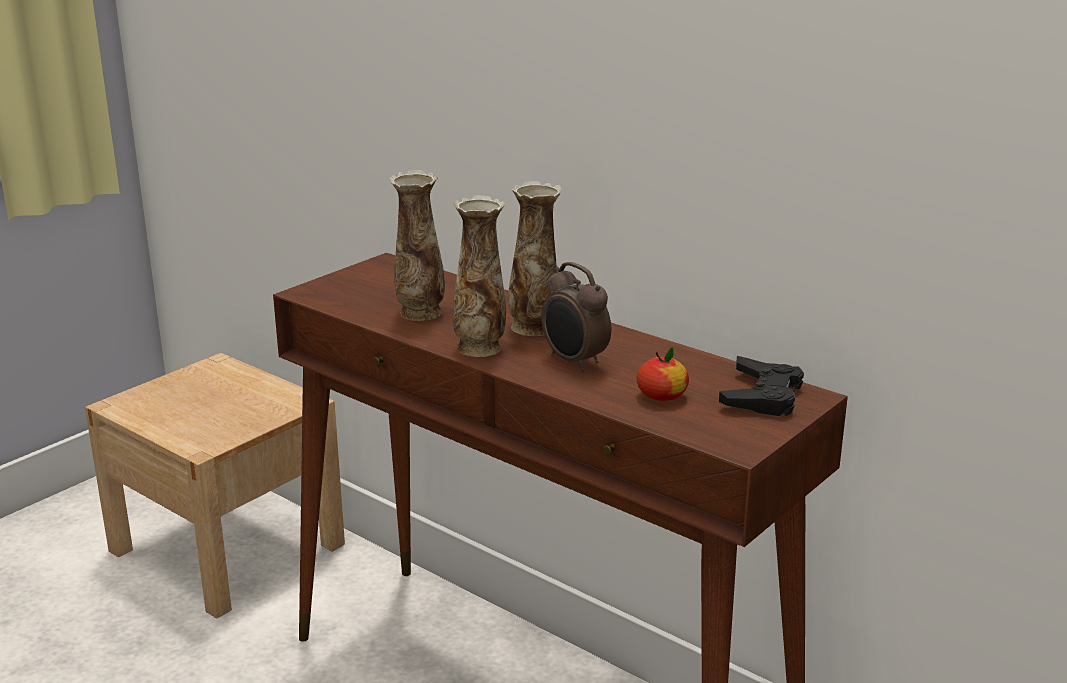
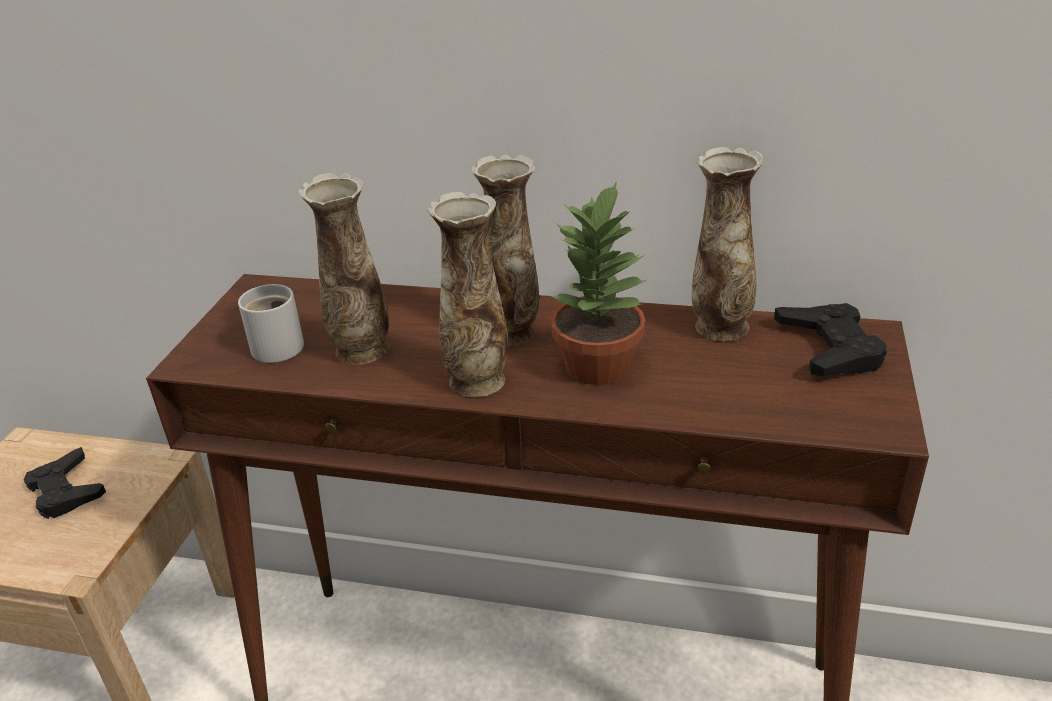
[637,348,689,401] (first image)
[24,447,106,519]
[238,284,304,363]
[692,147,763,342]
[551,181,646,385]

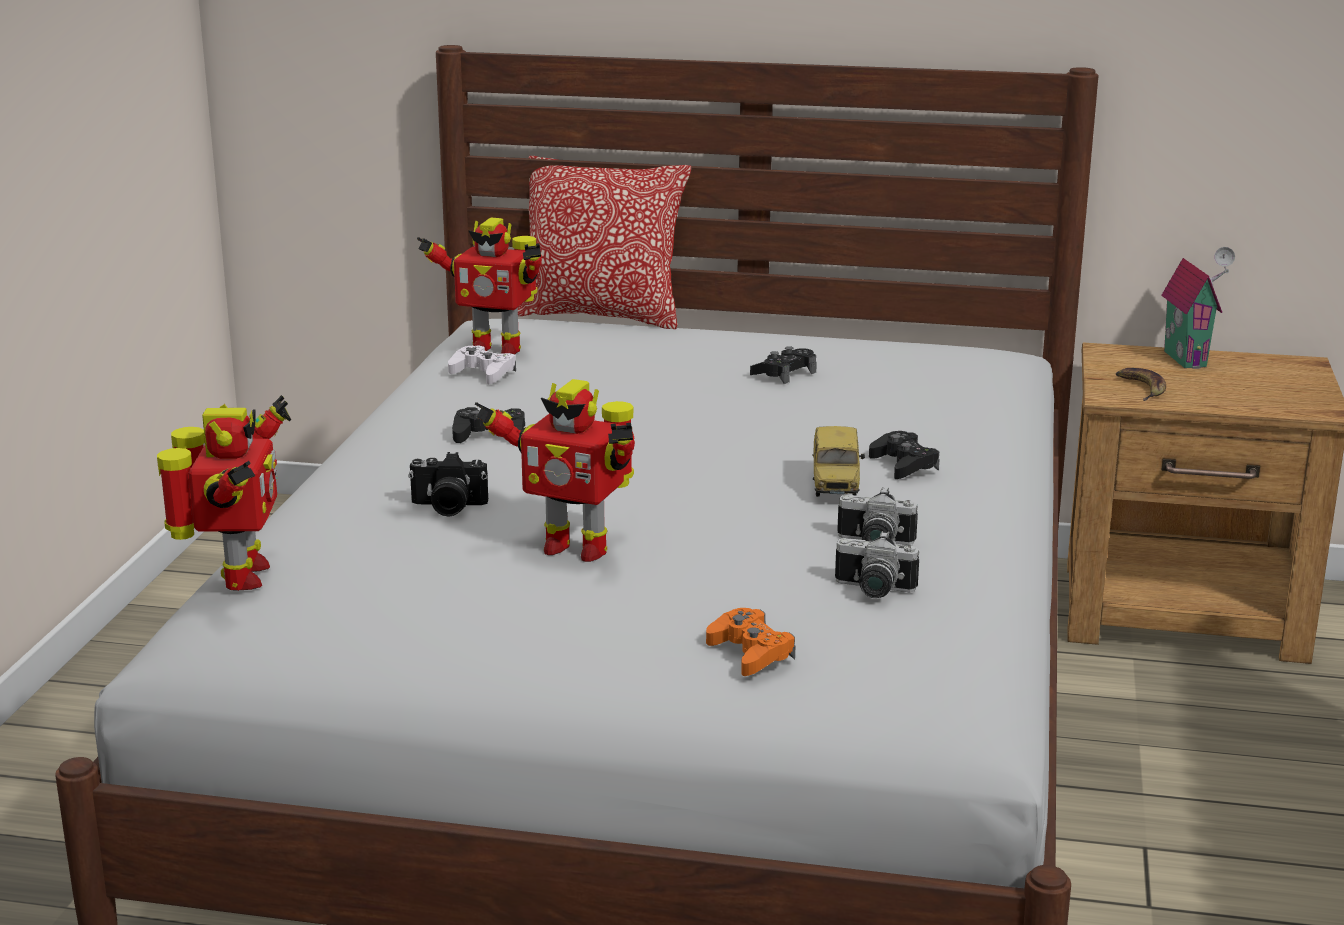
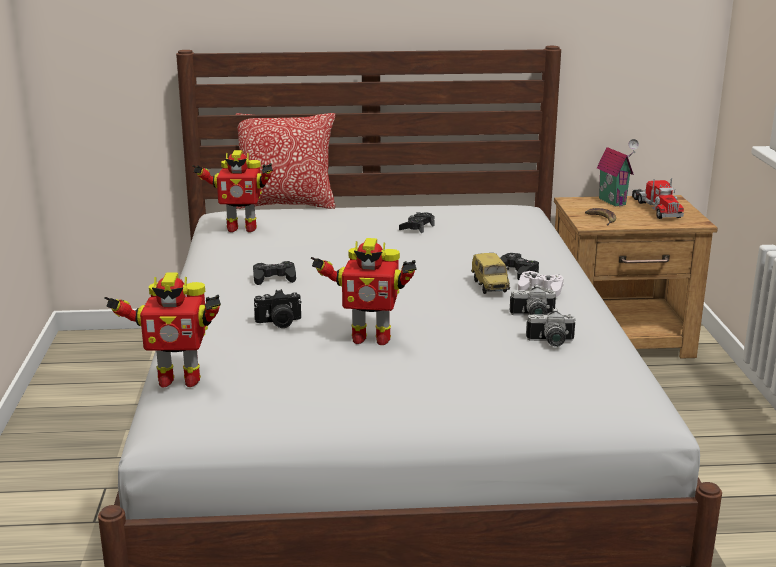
[706,608,795,676] (first image)
[632,178,684,219]
[518,271,564,297]
[104,272,221,387]

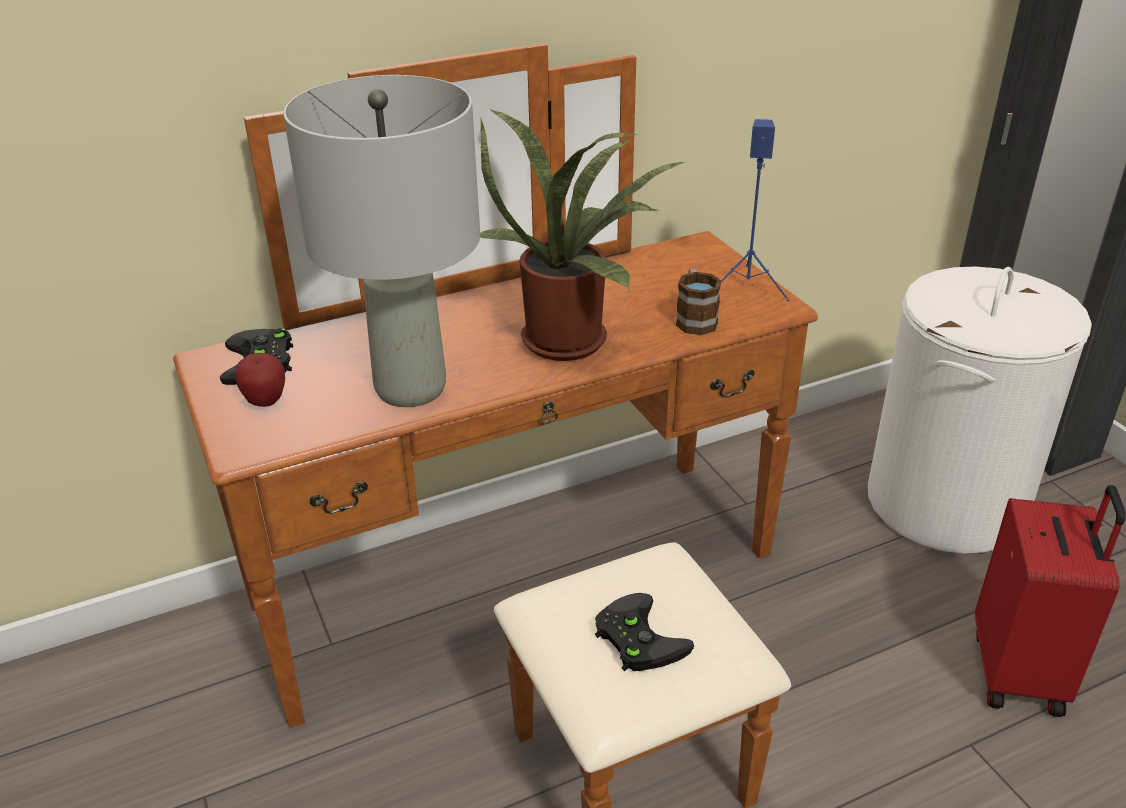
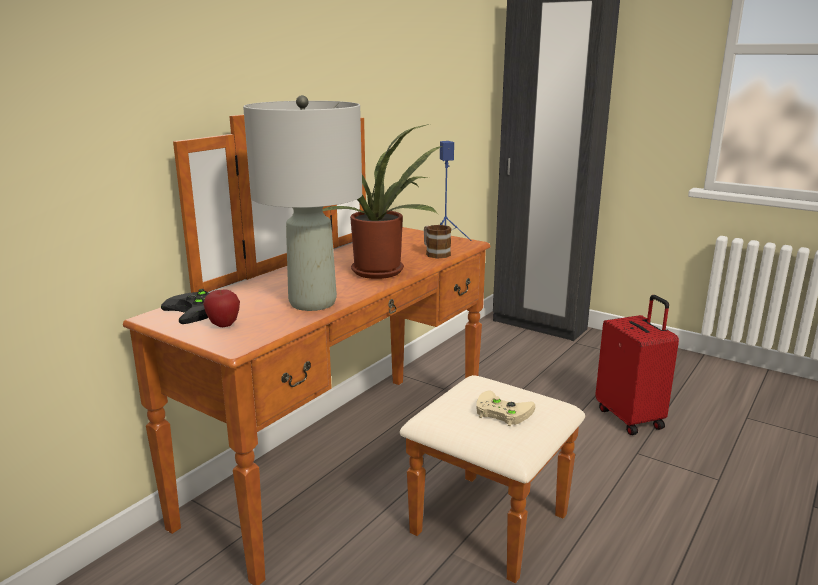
[868,266,1092,554] (first image)
[476,391,535,427]

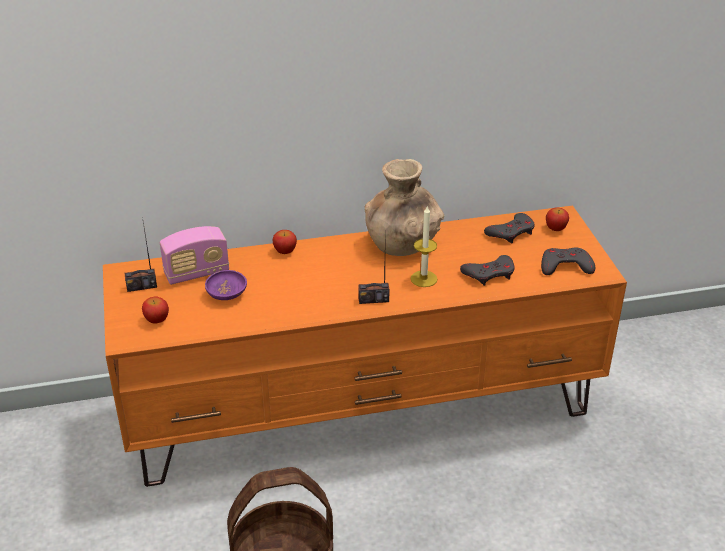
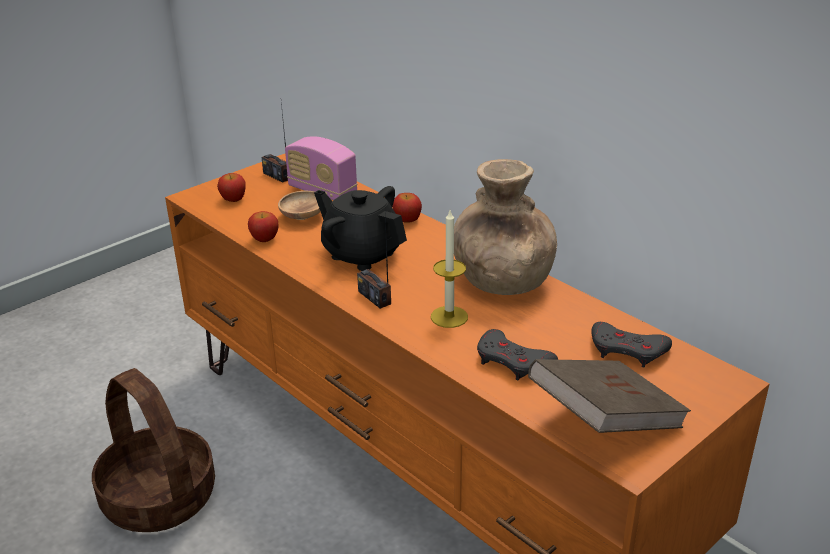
[314,186,407,271]
[248,211,279,242]
[528,359,691,433]
[278,191,321,220]

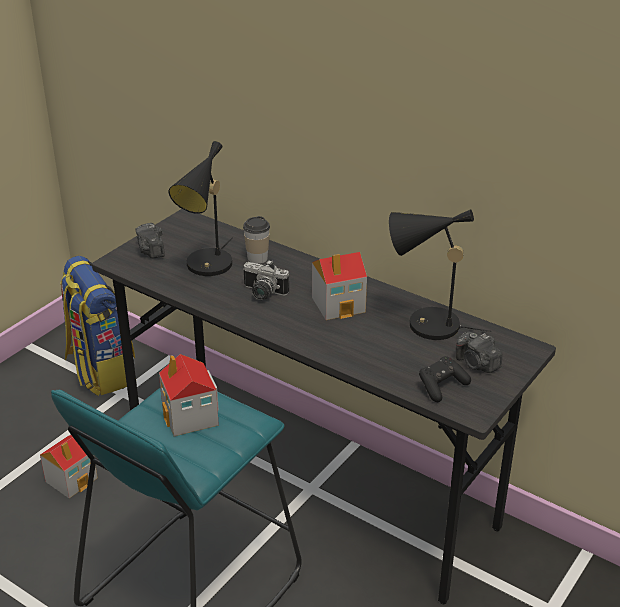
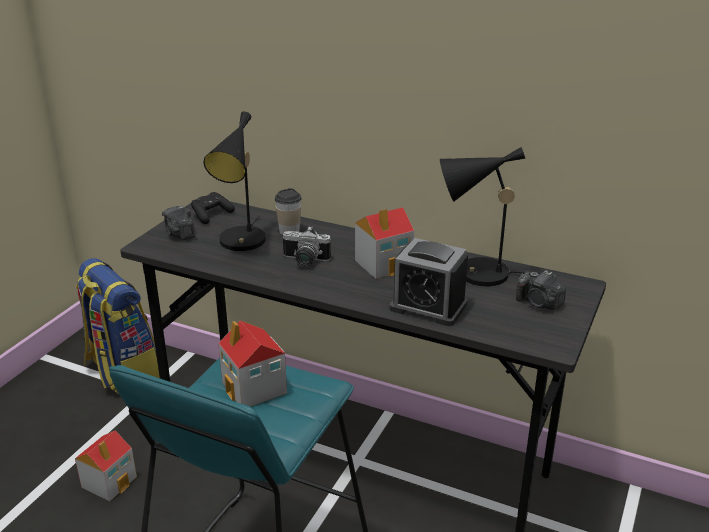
[390,238,468,326]
[191,192,235,224]

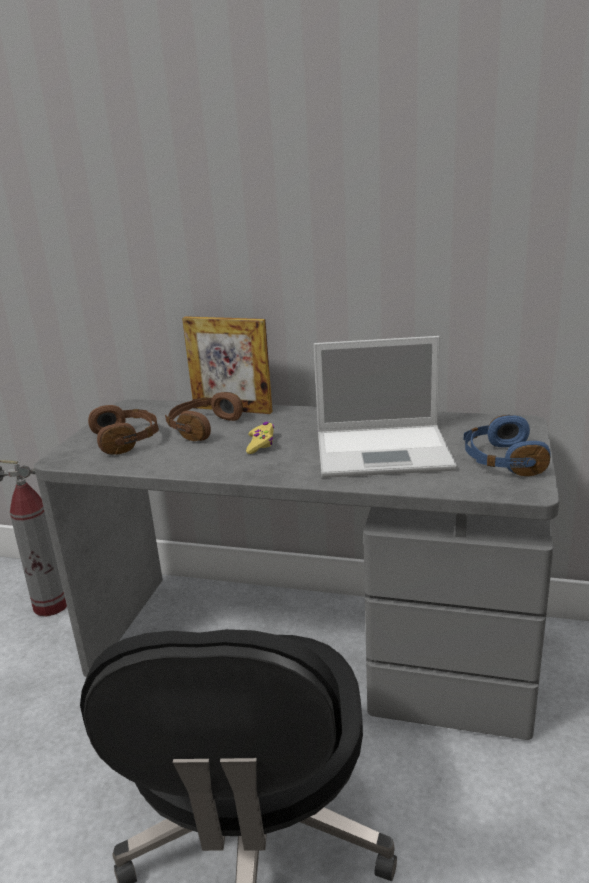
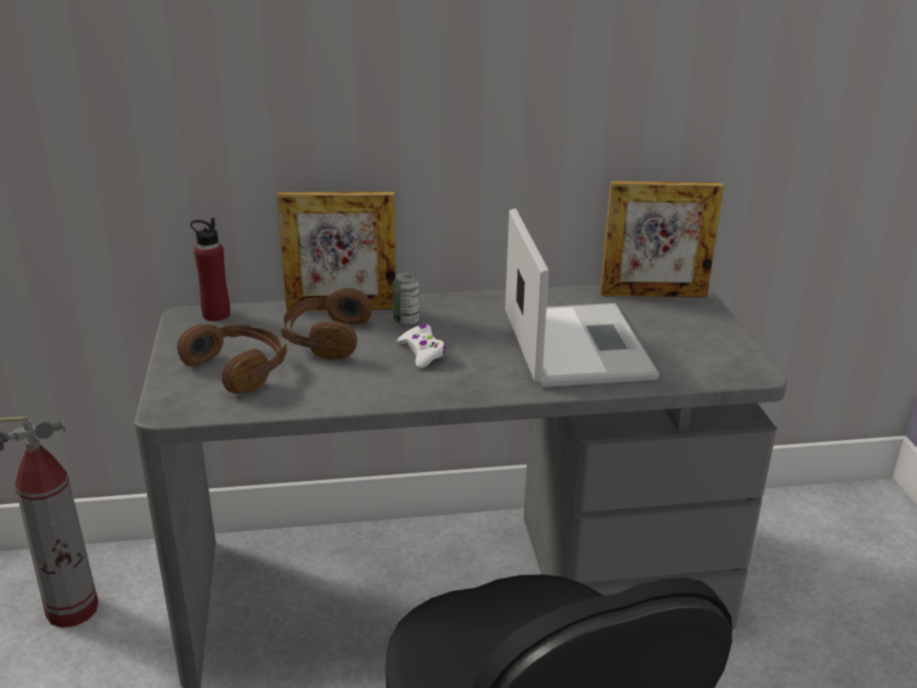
[463,415,551,476] (first image)
[190,218,230,321]
[393,273,419,326]
[600,181,724,298]
[397,324,446,368]
[505,208,659,387]

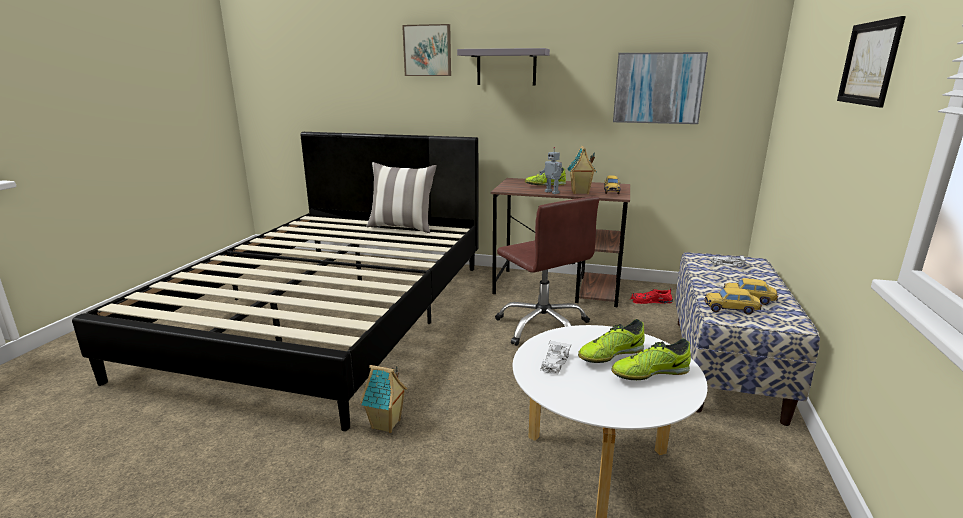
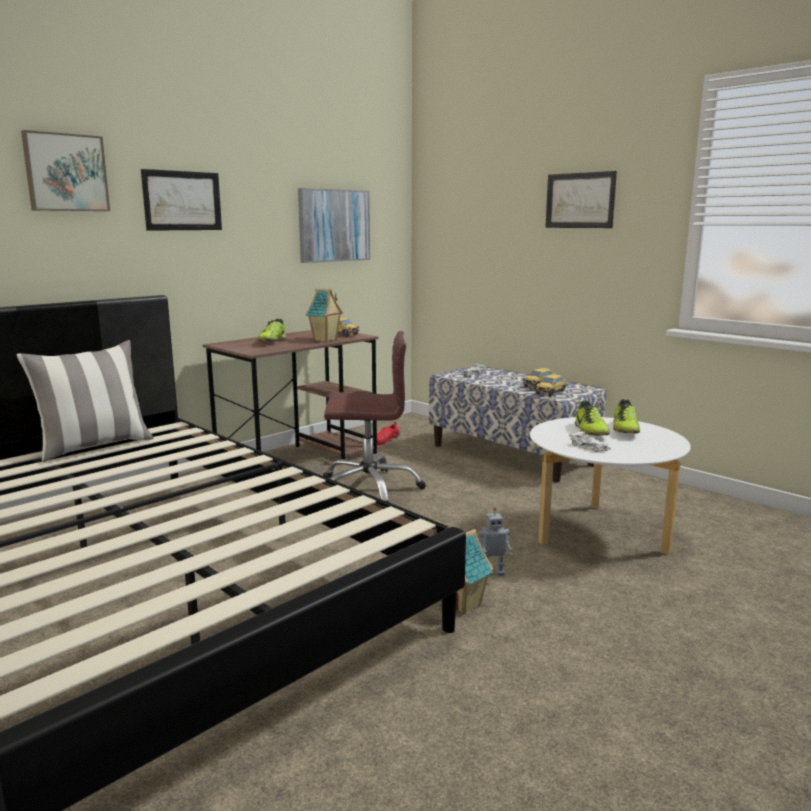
[478,507,512,577]
[141,169,222,231]

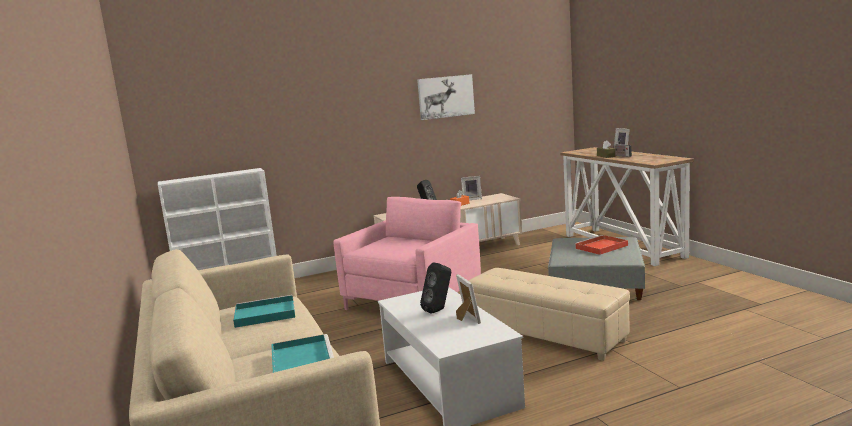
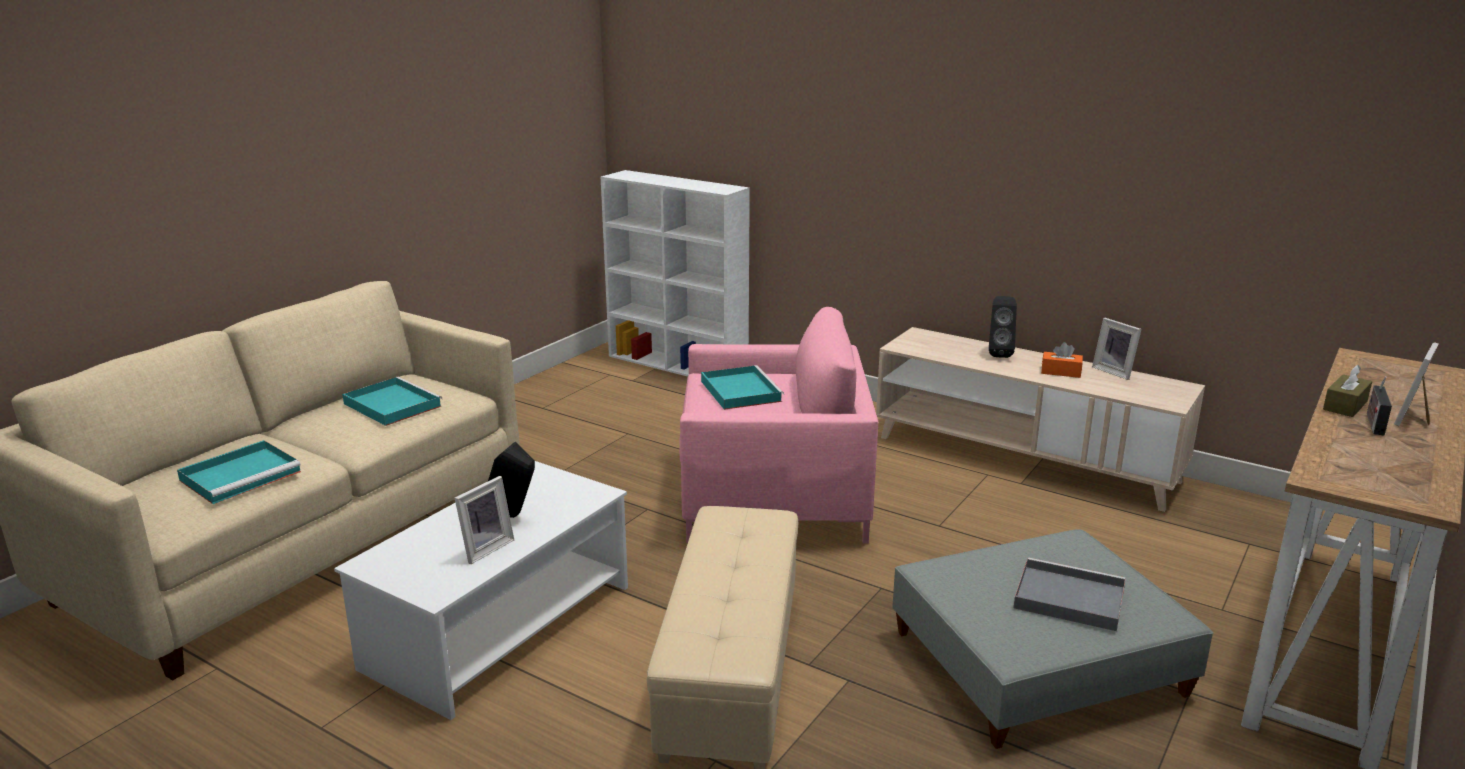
[417,74,475,120] (first image)
[701,365,784,410]
[1014,557,1126,631]

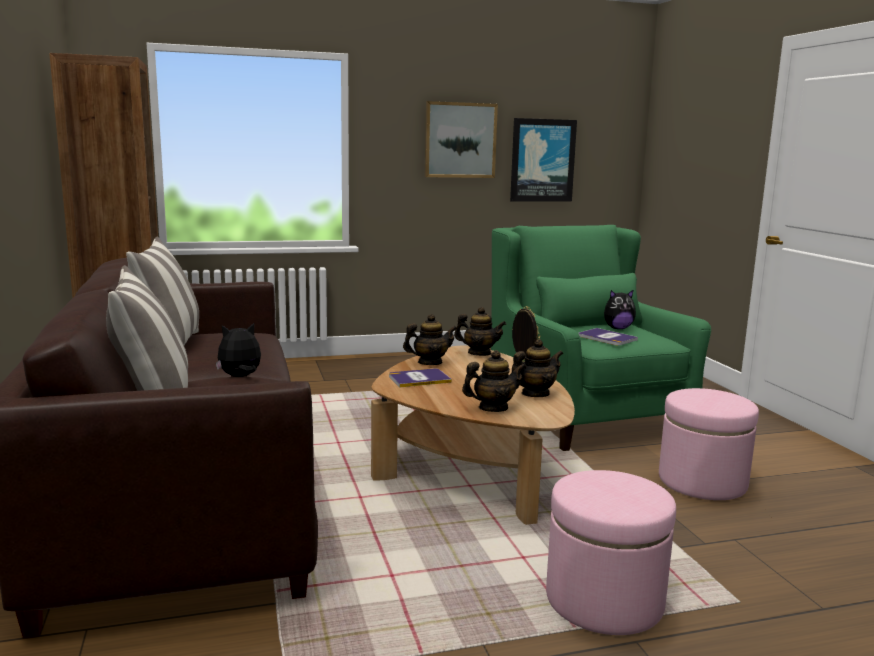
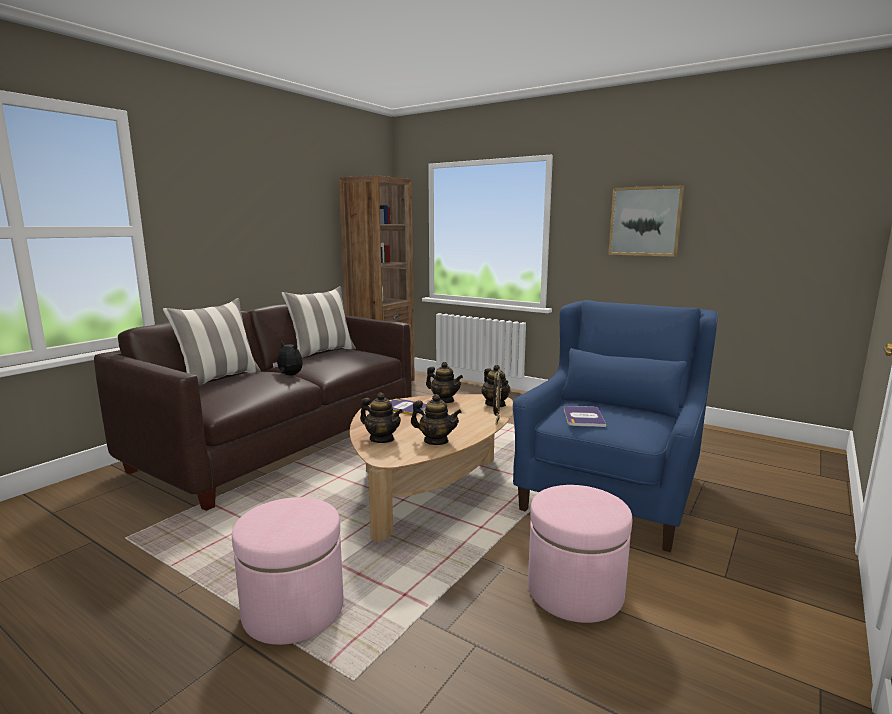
[510,118,577,202] (first image)
[604,290,636,329] (first image)
[513,300,718,552]

